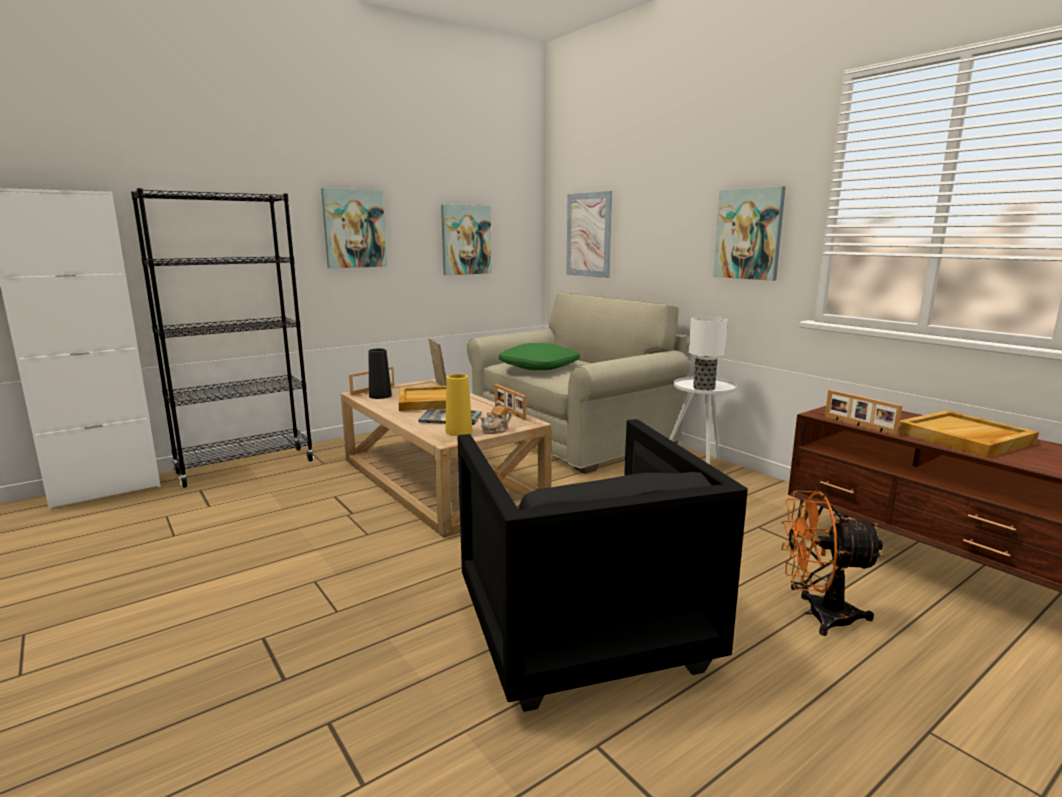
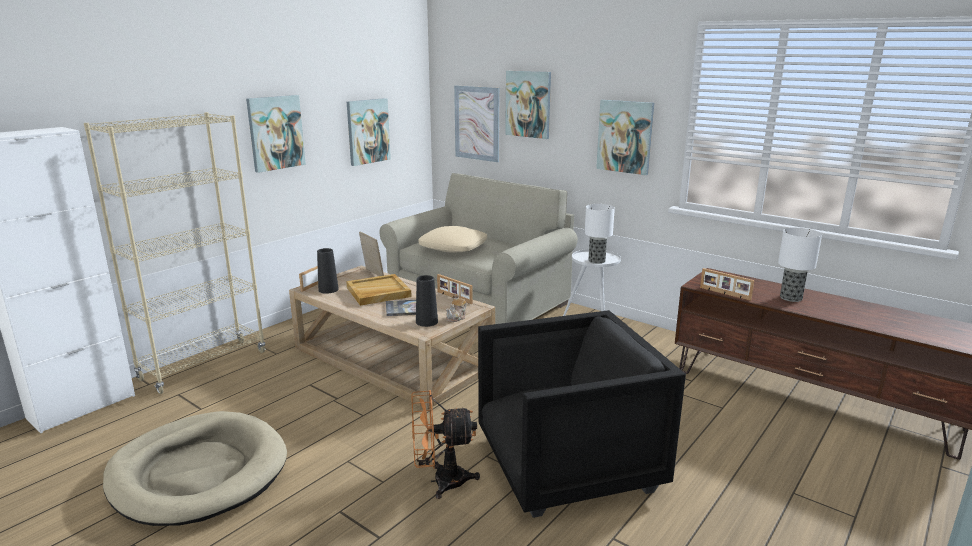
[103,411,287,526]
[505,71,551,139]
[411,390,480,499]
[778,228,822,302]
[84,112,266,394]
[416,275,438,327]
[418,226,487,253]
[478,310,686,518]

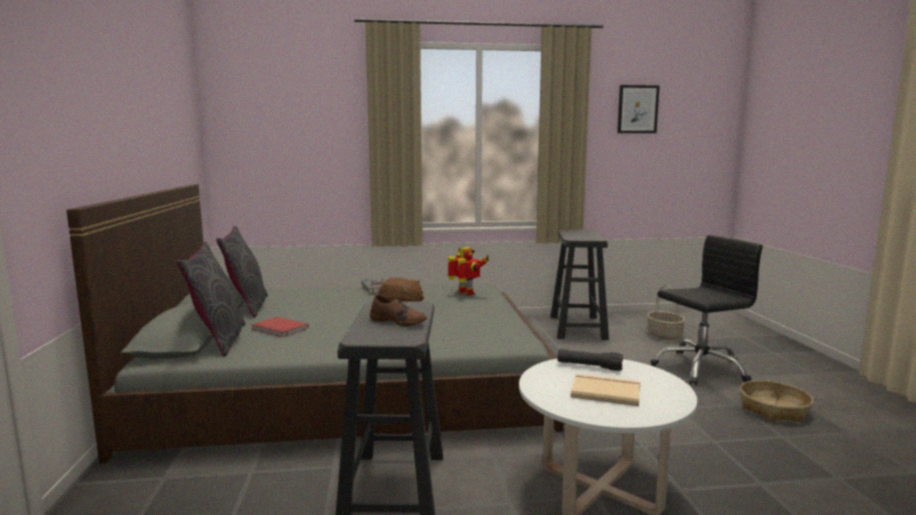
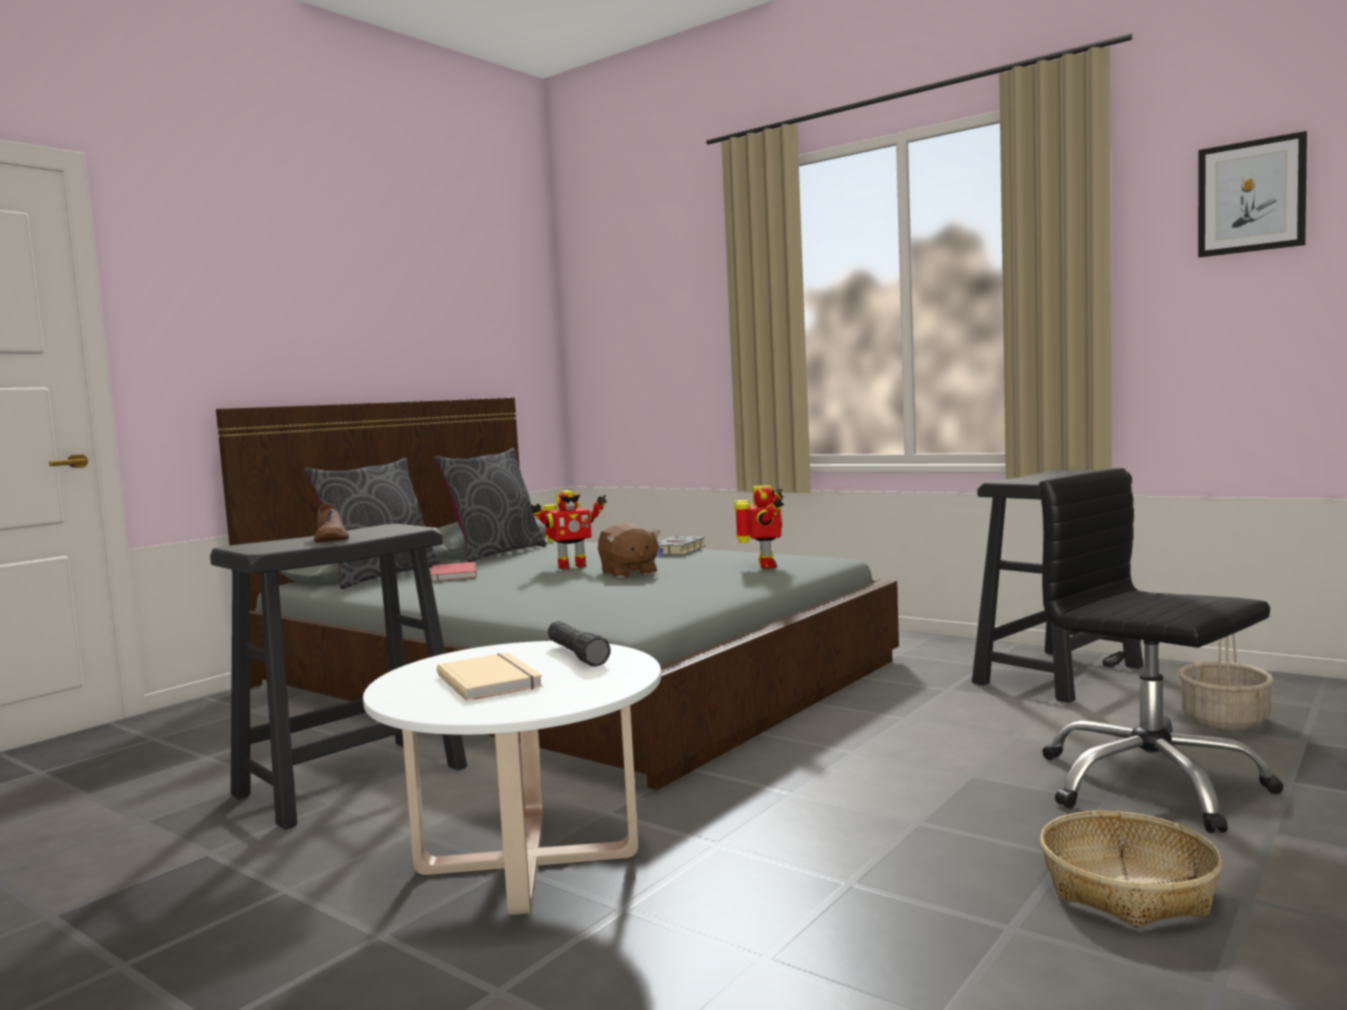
[530,490,607,569]
[1039,468,1284,833]

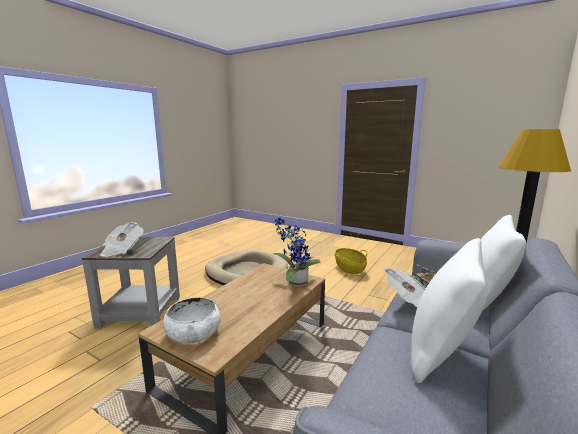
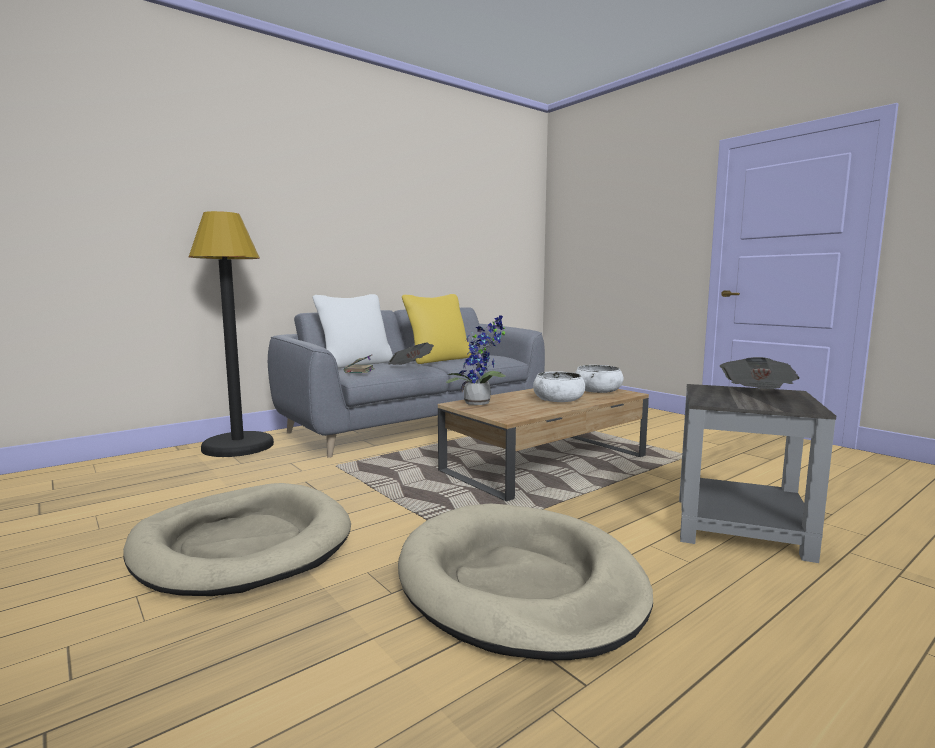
[533,371,585,402]
[123,483,351,596]
[402,294,471,364]

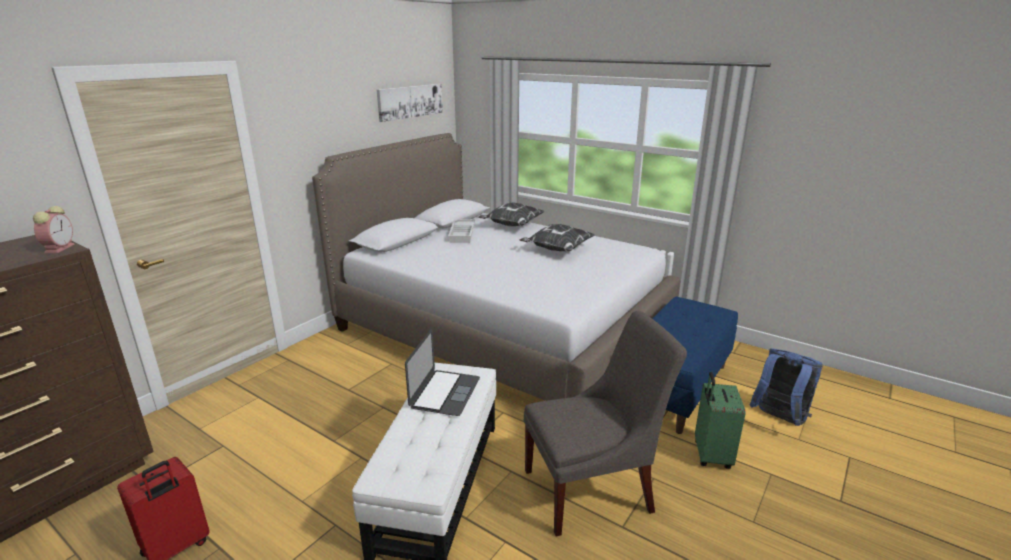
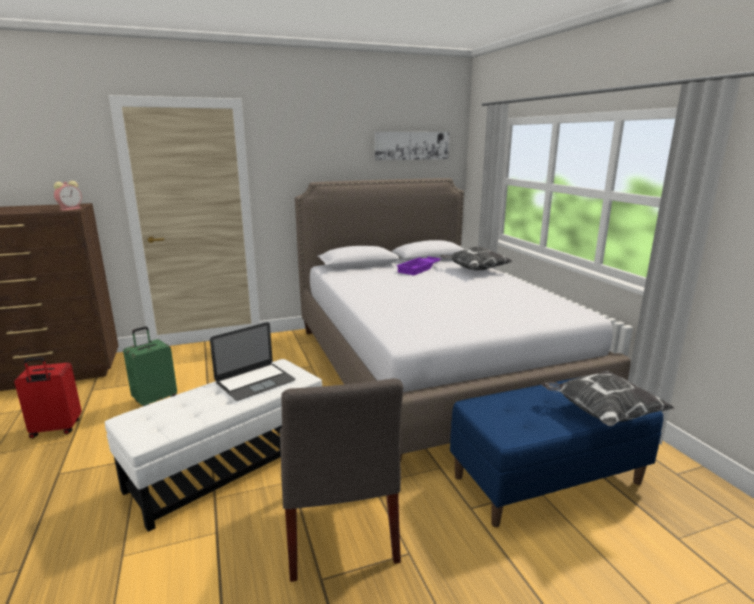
[749,348,823,426] (first image)
[541,370,675,426]
[123,327,177,406]
[396,257,441,275]
[280,378,403,582]

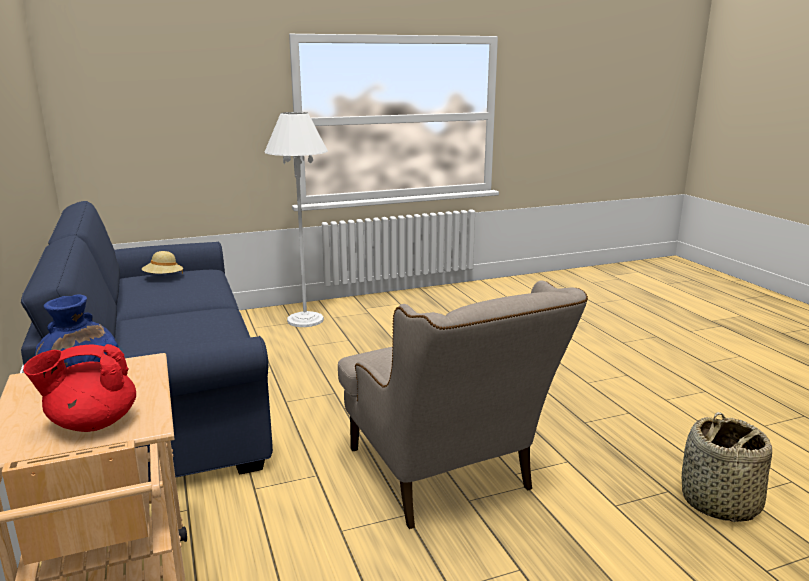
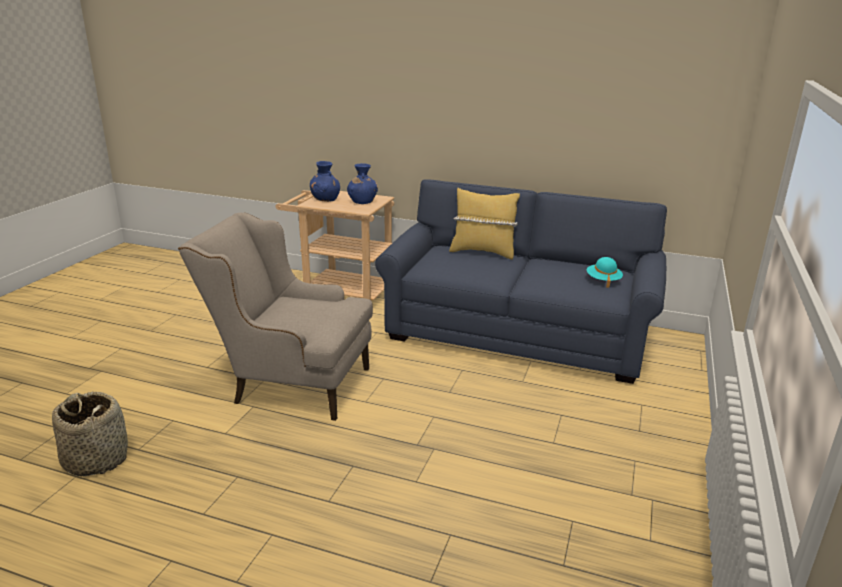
[264,112,328,327] (first image)
[449,188,520,260]
[310,161,340,202]
[587,257,623,288]

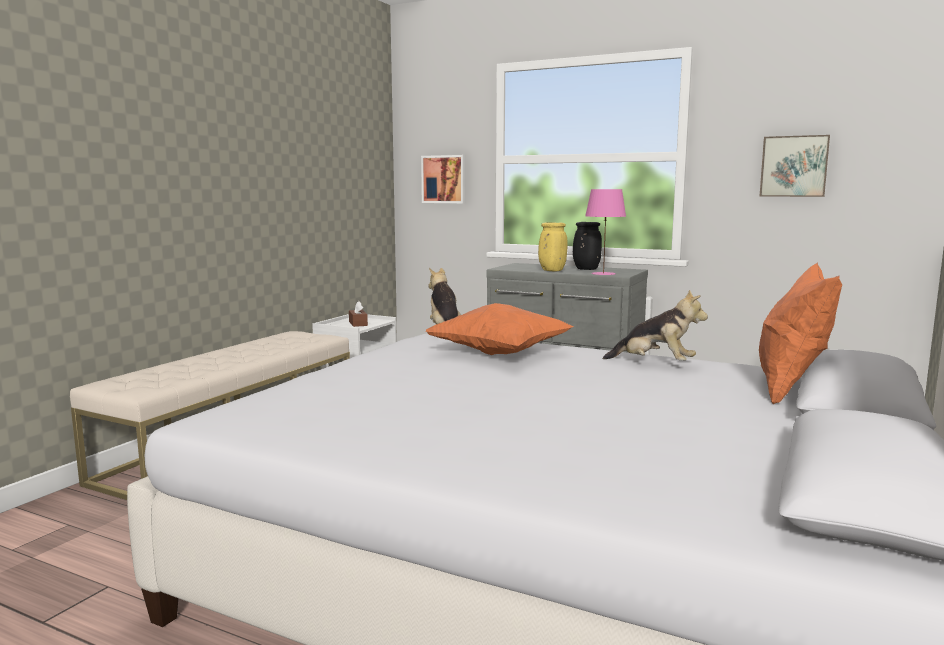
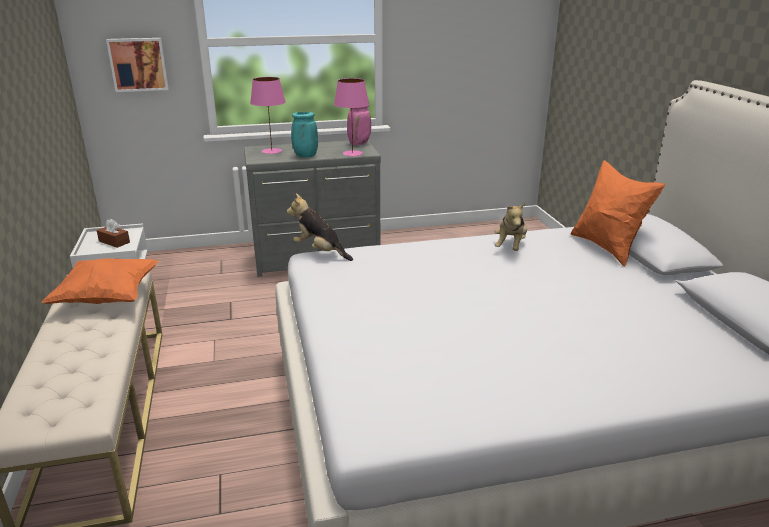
[573,222,602,270] (first image)
[760,135,830,197] (first image)
[250,77,286,154]
[347,105,371,145]
[42,258,159,304]
[291,112,318,158]
[495,203,527,251]

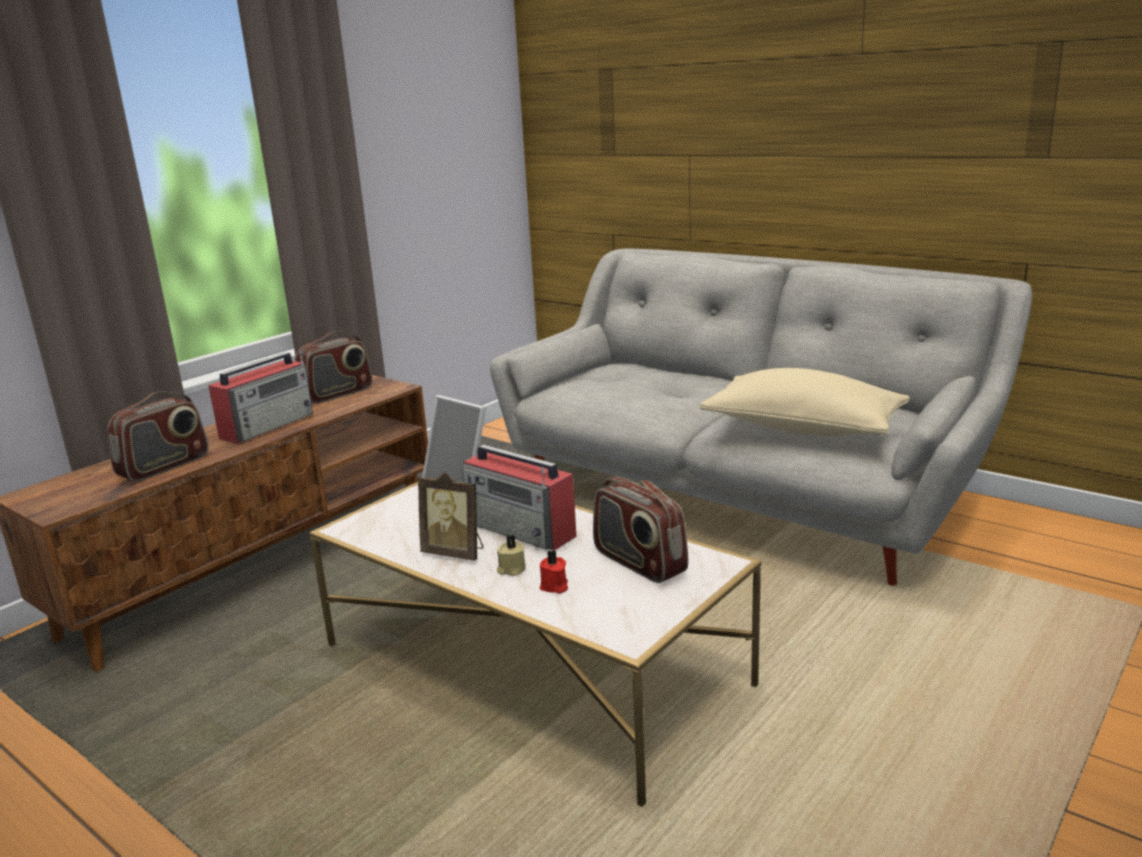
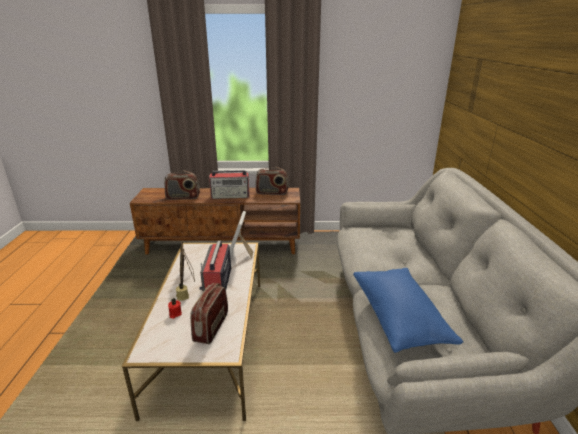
[353,268,463,353]

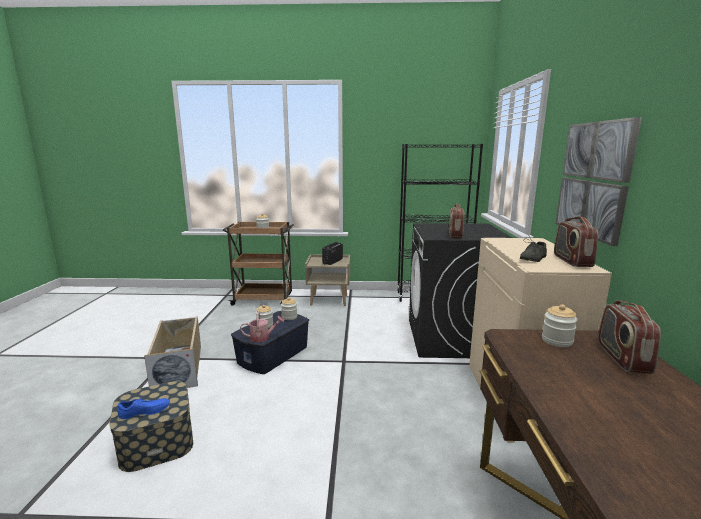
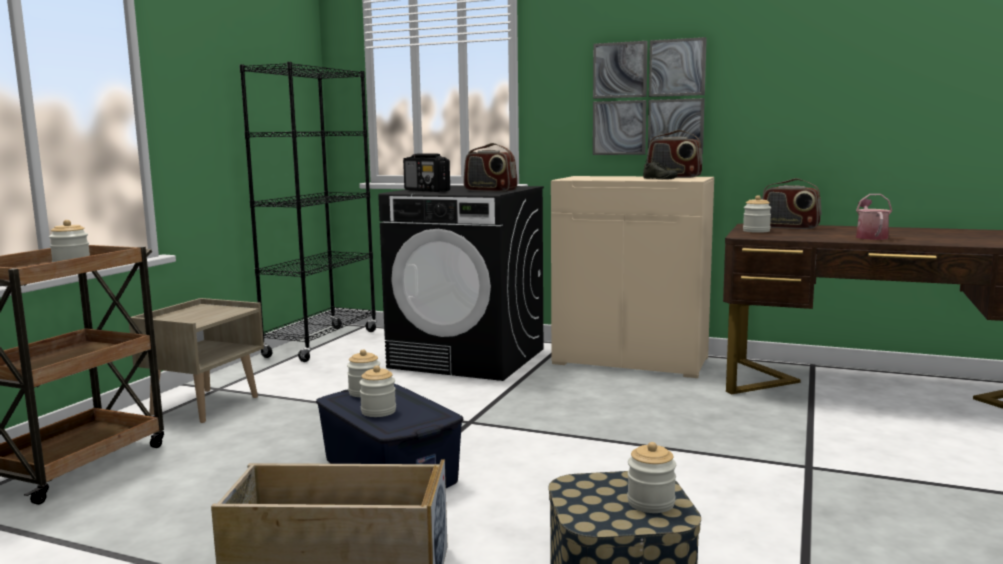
[856,194,892,240]
[403,153,450,192]
[627,442,676,513]

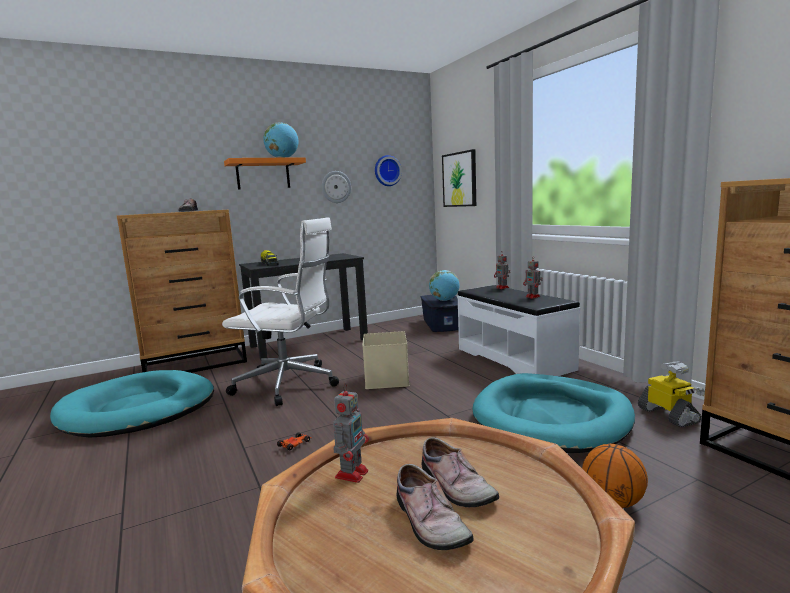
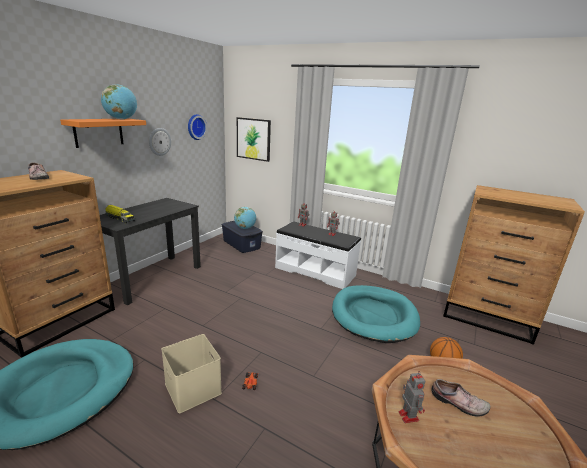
[222,217,339,406] (first image)
[396,464,474,550] (first image)
[638,361,705,427] (first image)
[161,334,222,413]

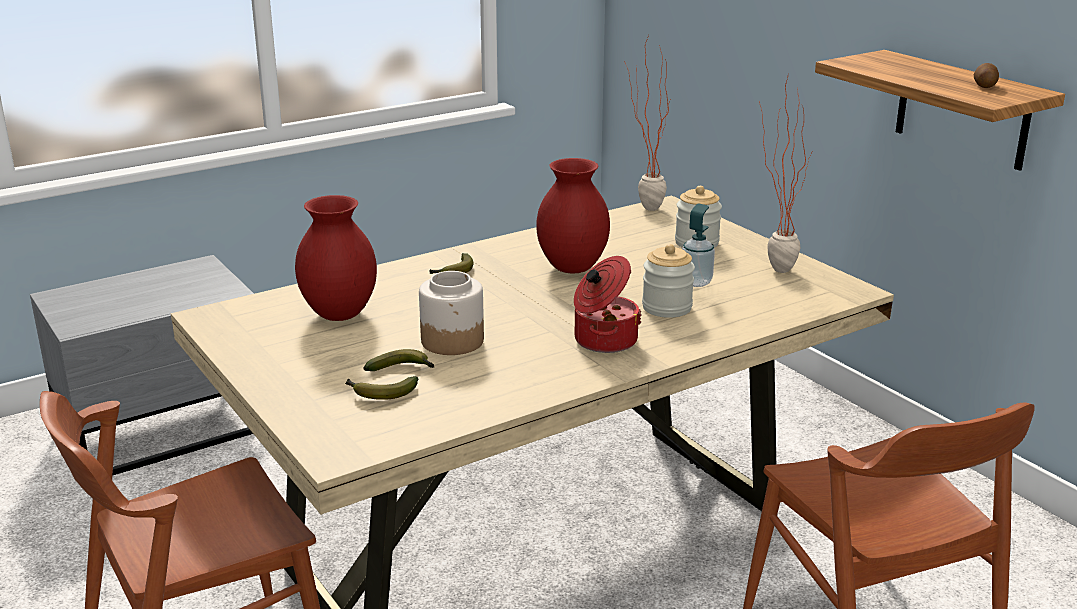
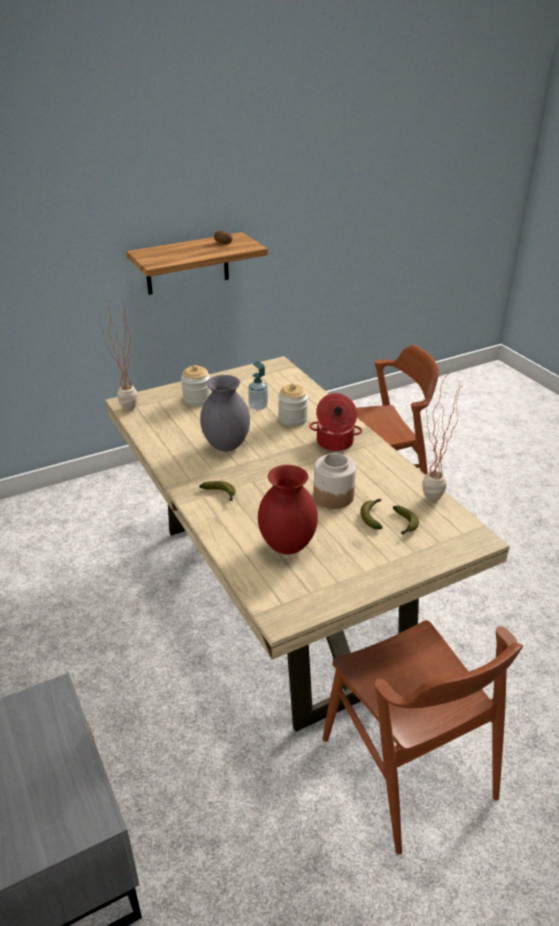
[422,378,461,502]
[200,375,250,452]

